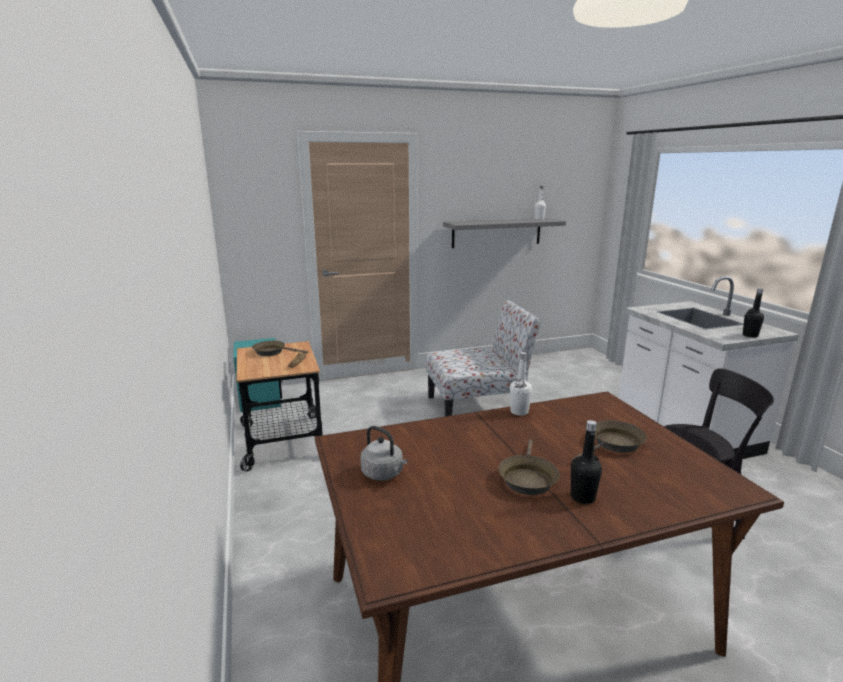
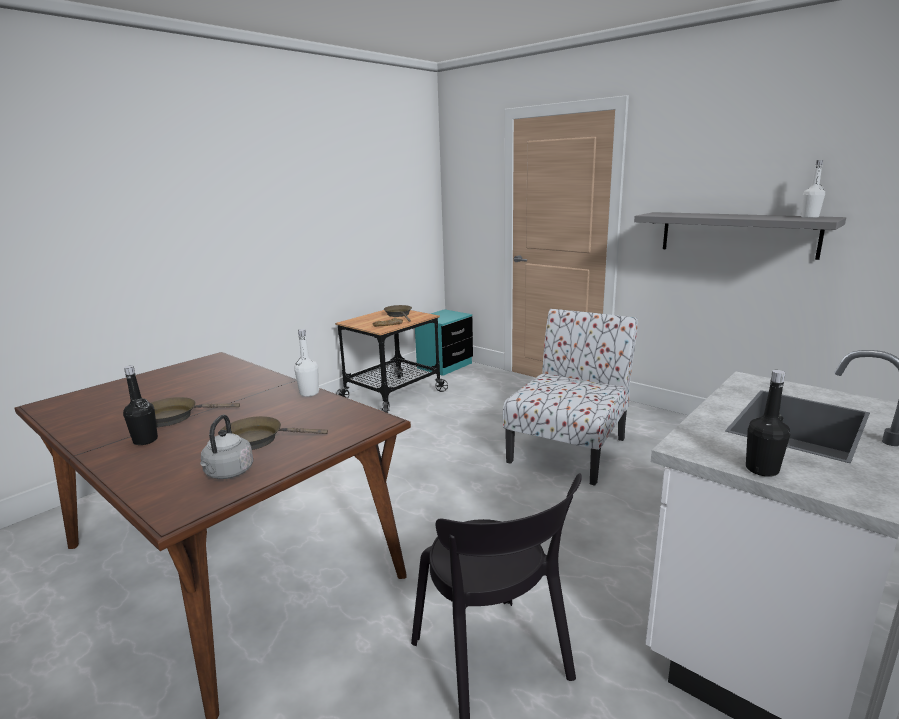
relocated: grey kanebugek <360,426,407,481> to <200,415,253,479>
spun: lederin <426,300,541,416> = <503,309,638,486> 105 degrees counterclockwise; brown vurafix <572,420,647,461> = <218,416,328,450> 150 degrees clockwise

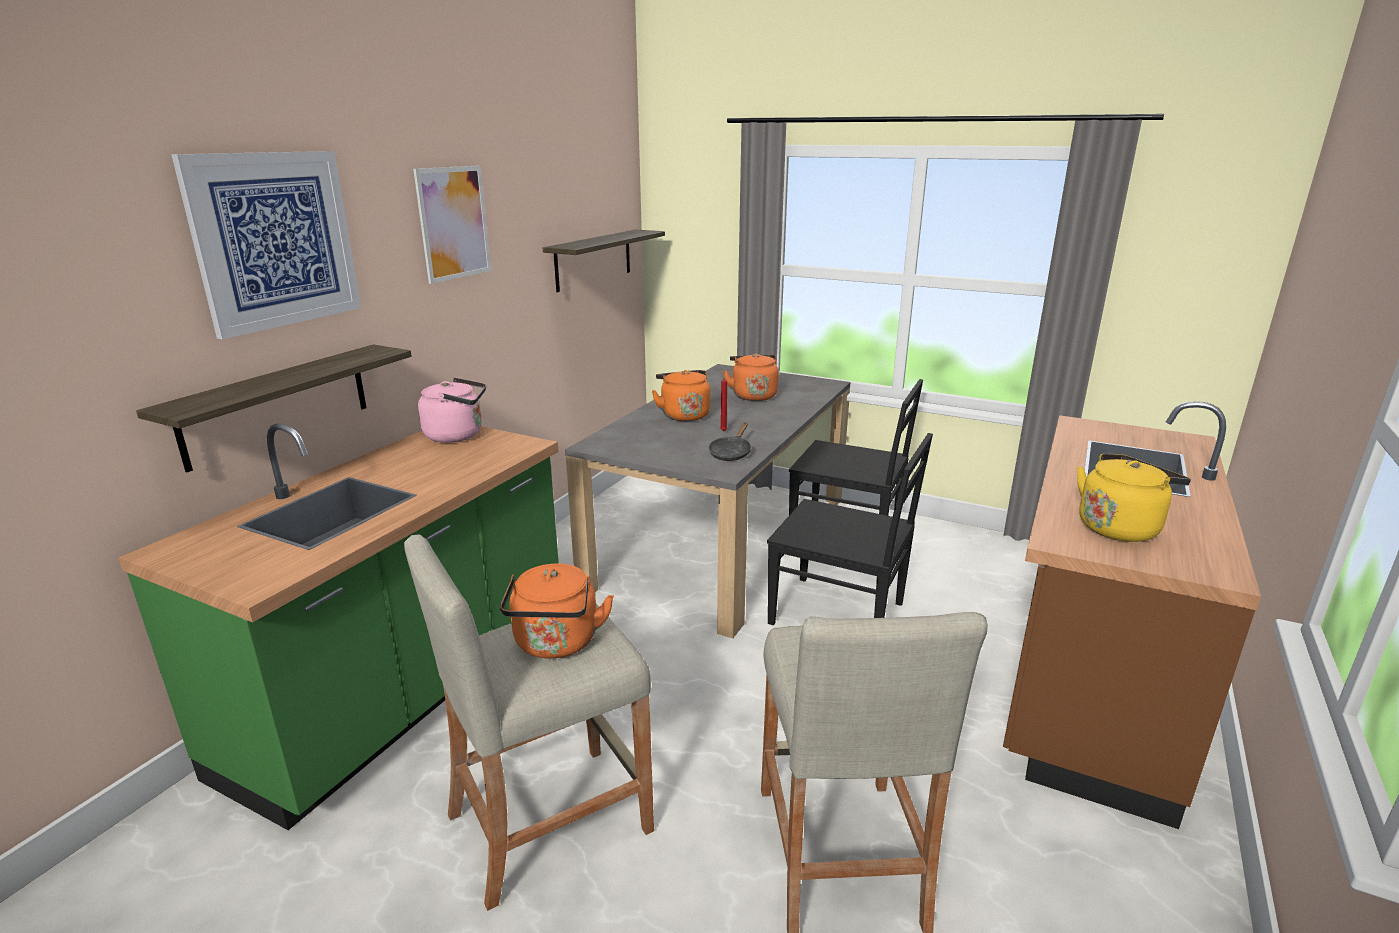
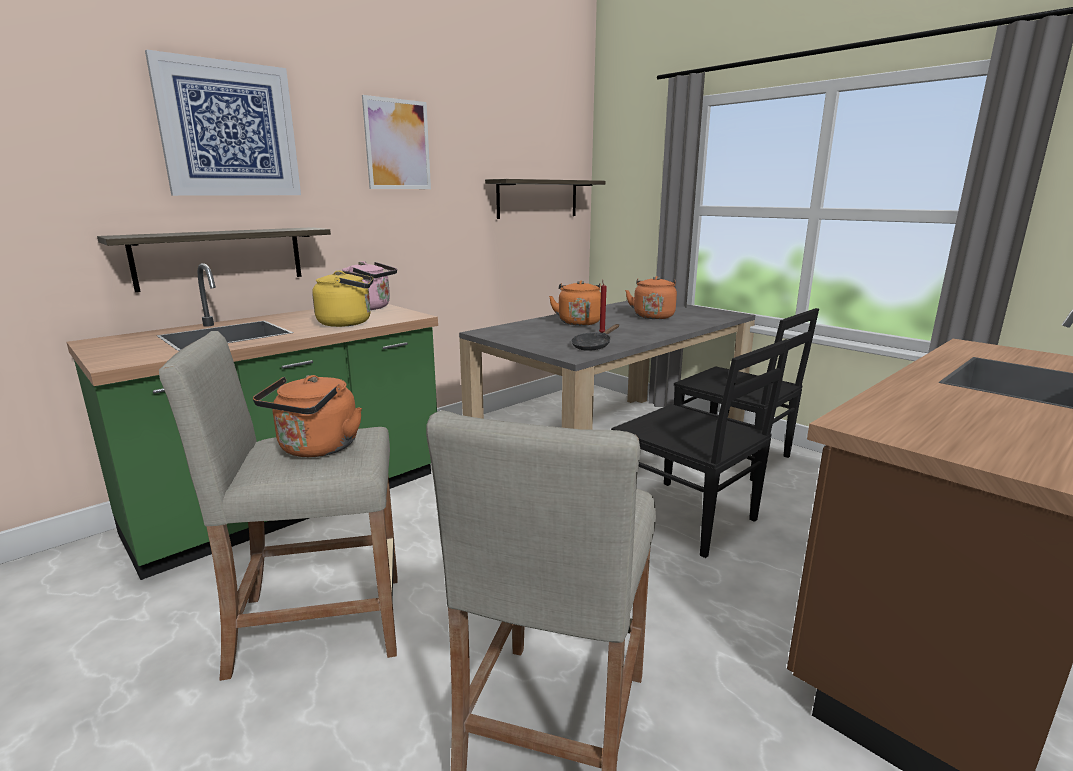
relocated: yellow kanebugek <1077,453,1191,542> to <312,271,374,327>

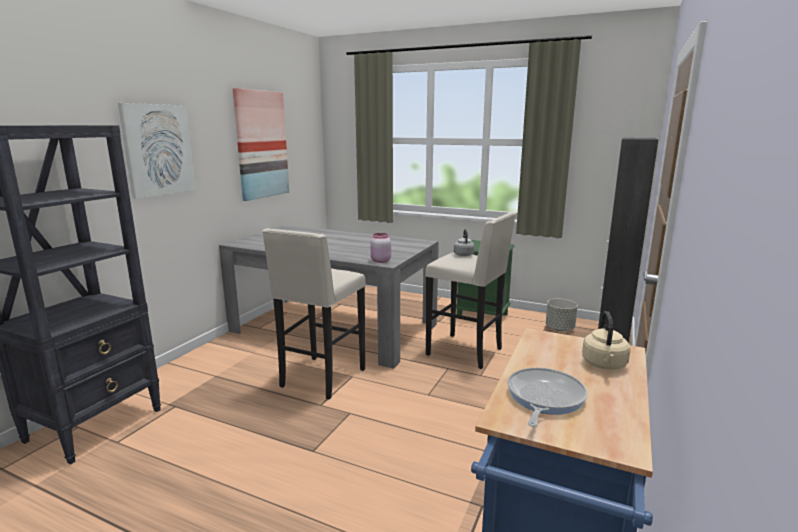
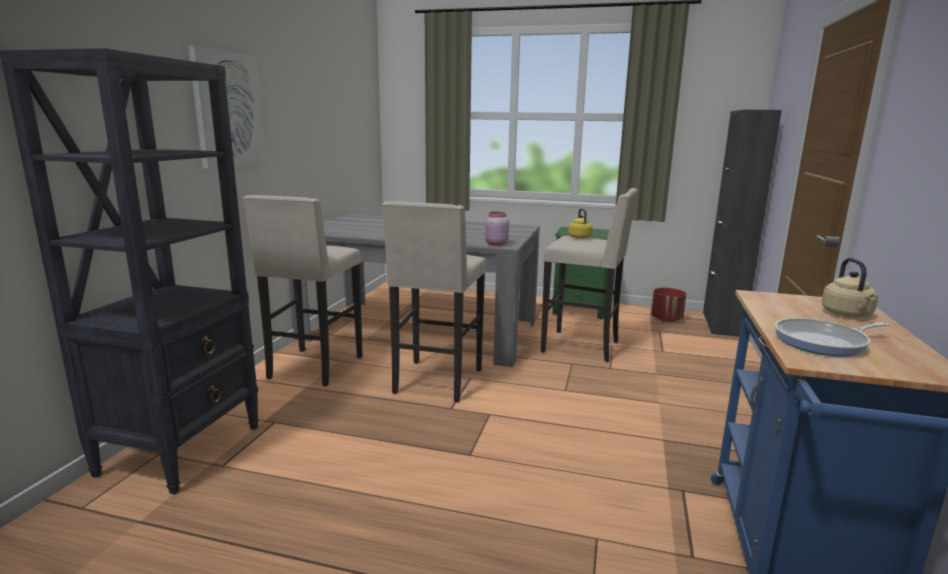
missing: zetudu <233,88,289,201>
appeared: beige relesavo <243,195,363,387>
colour: grey kanebugek <454,229,475,256> to yellow kanebugek <568,208,593,239>; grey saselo <546,299,578,331> to red saselo <651,288,686,322>
spun: vurafix <507,368,588,427> = <775,318,890,357> 120 degrees counterclockwise

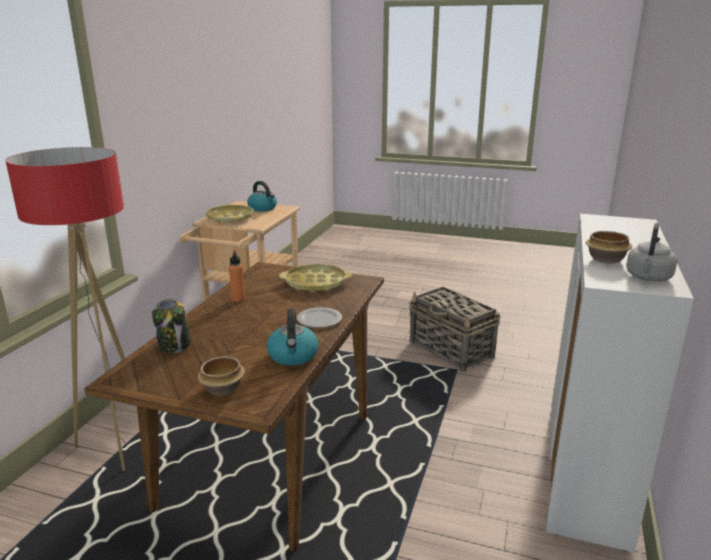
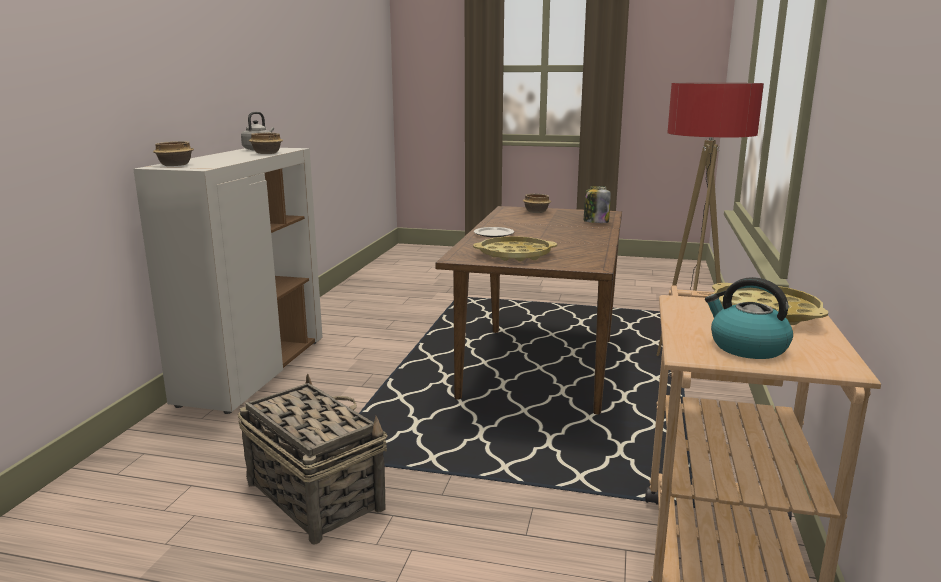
missing: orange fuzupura <229,251,245,302>; kanebugek <266,309,319,366>
appeared: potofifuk <153,141,194,166>

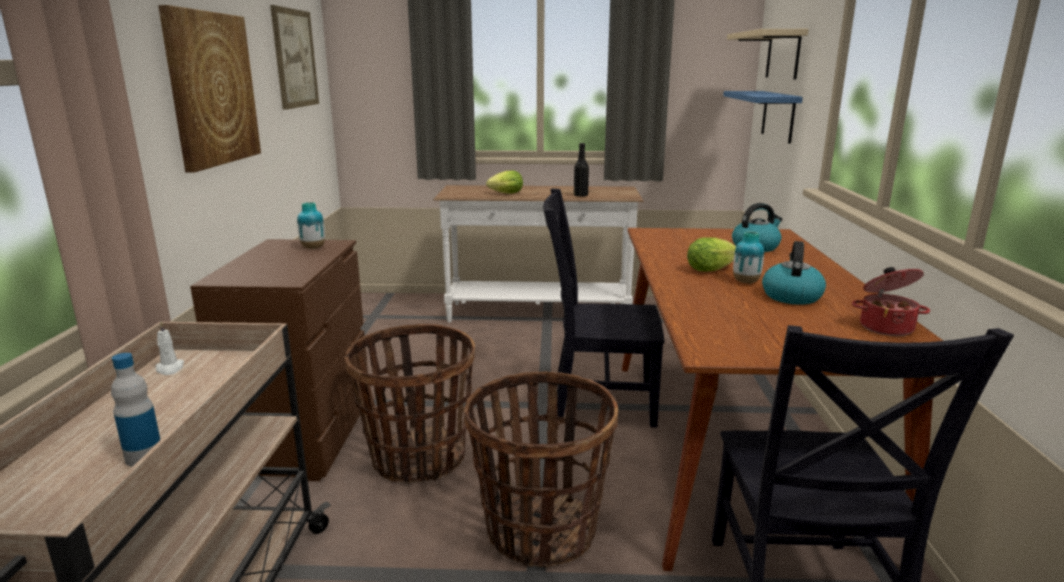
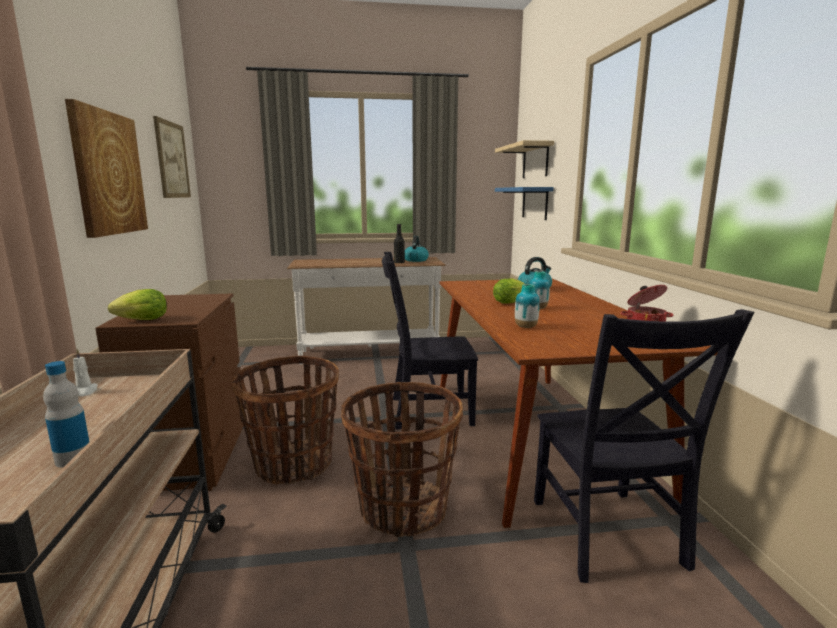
relocated: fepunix <297,202,325,249> to <515,284,540,328>; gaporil <486,170,523,194> to <108,289,167,320>; kanebugek <762,241,826,305> to <405,236,429,262>

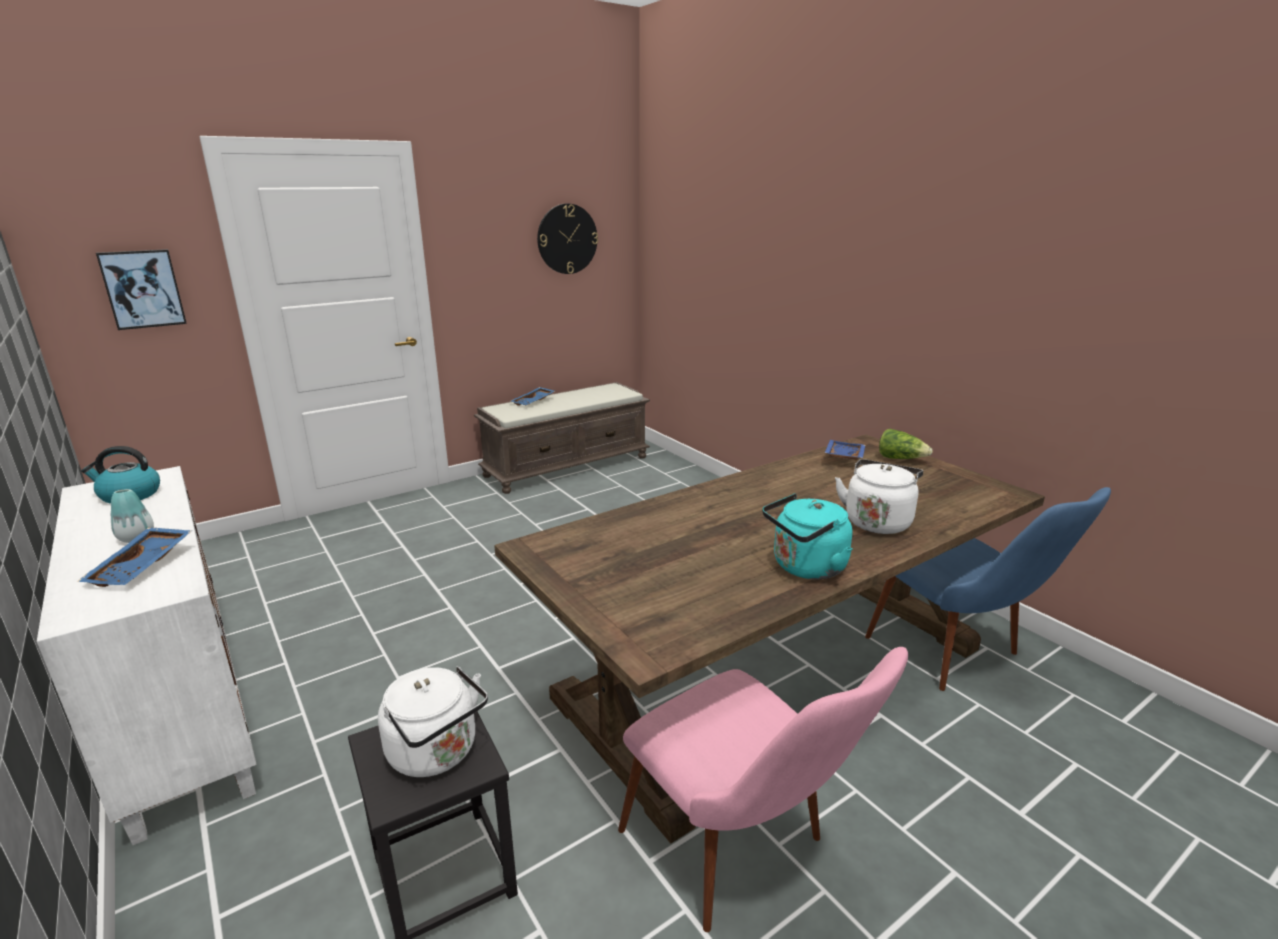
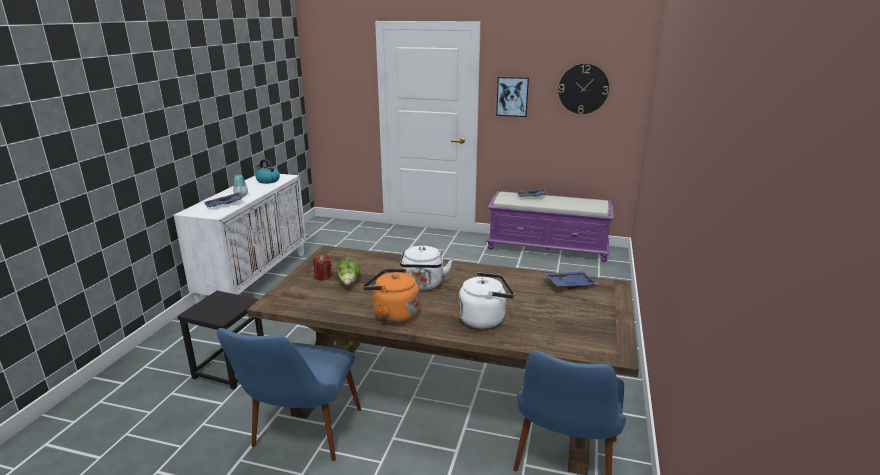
appeared: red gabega <313,255,331,280>
relocated: zetudu <96,249,187,330> to <496,77,529,117>; white kanebugek <378,666,488,777> to <400,246,453,290>; gaporil <879,429,933,459> to <337,257,360,285>
colour: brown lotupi <474,382,650,494> to purple lotupi <486,191,614,262>; pink lederin <618,647,908,932> to blue lederin <217,328,361,461>; turquoise kanebugek <762,493,853,579> to orange kanebugek <363,269,420,323>

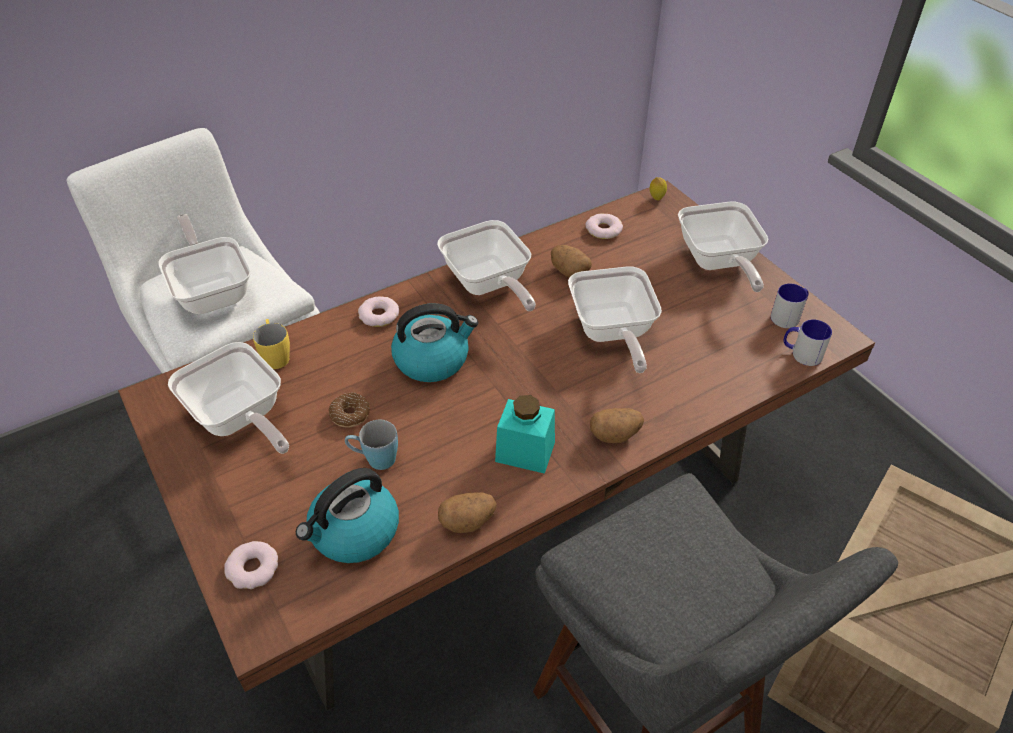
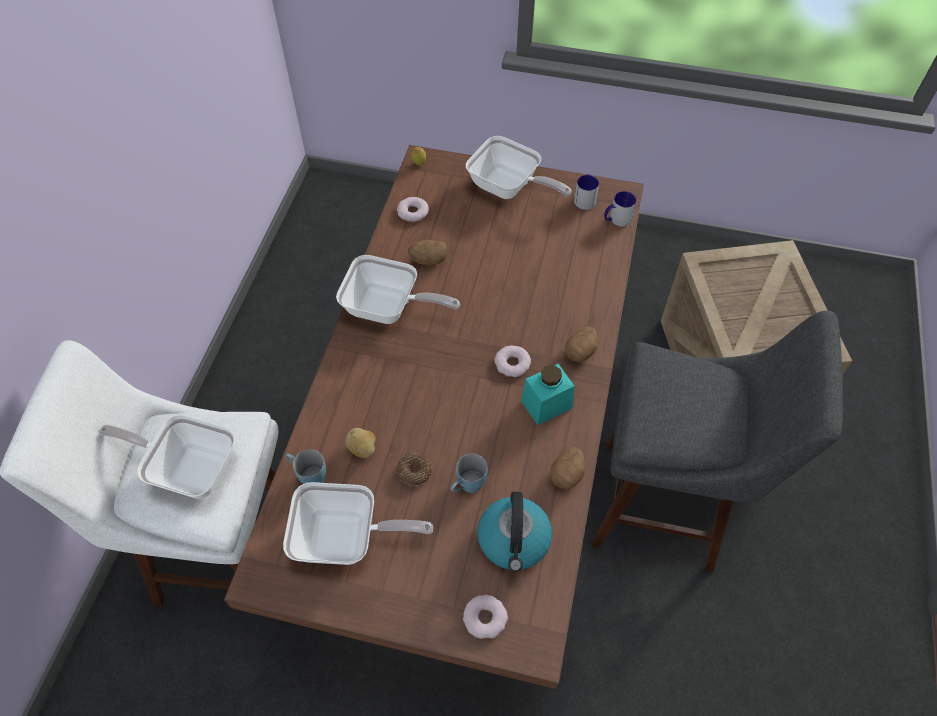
missing: kanebugek <391,303,478,382>; vurafix <568,266,662,373>
appeared: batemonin <346,428,376,458>
relocated: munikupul <358,296,399,327> to <495,346,531,377>
colour: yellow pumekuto <253,319,290,369> to blue pumekuto <285,449,326,484>

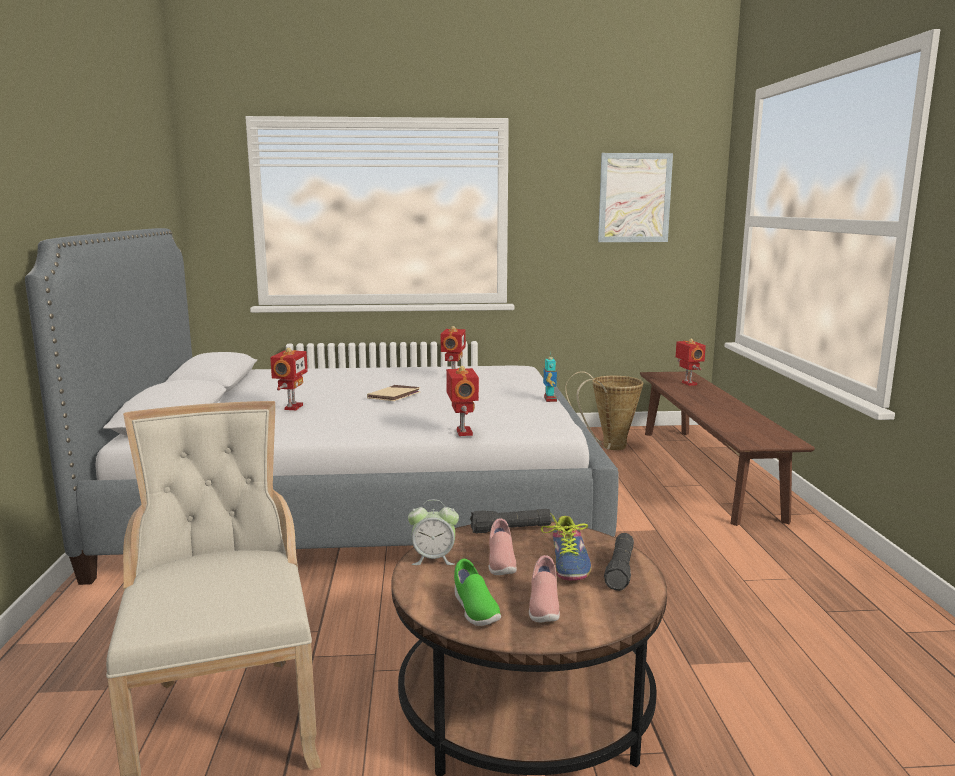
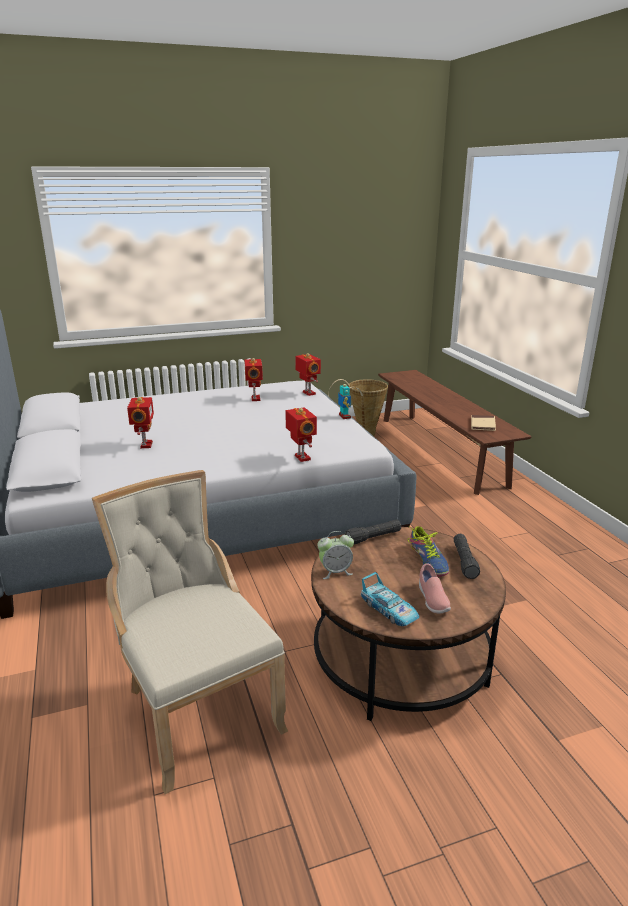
missing: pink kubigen <489,518,517,575>; zetudu <598,153,673,242>
relocated: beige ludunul <367,385,421,401> to <471,415,496,431>; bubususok <676,339,706,386> to <295,353,321,396>
exchanged: green kubigen <454,559,501,626> to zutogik <361,572,420,626>

